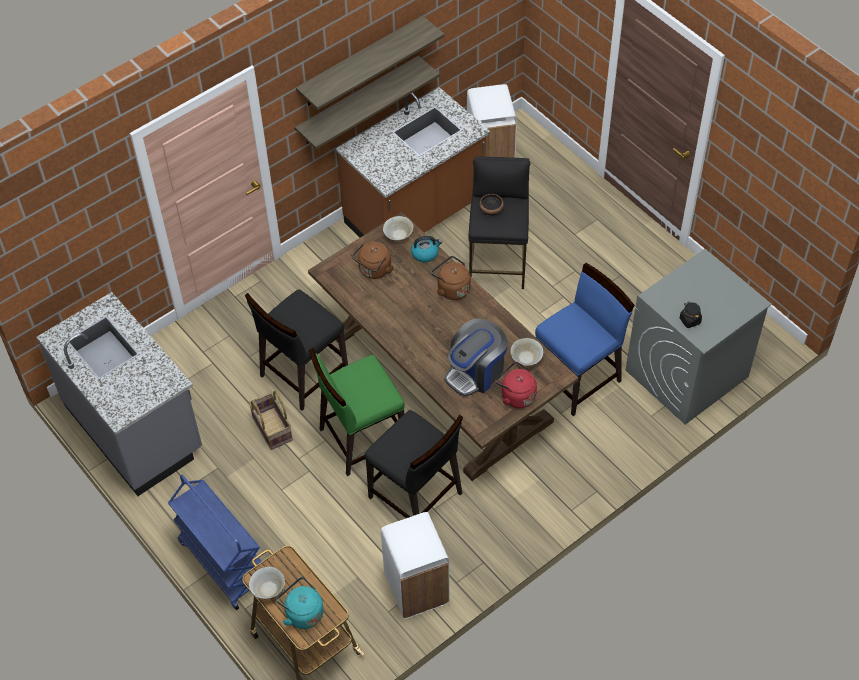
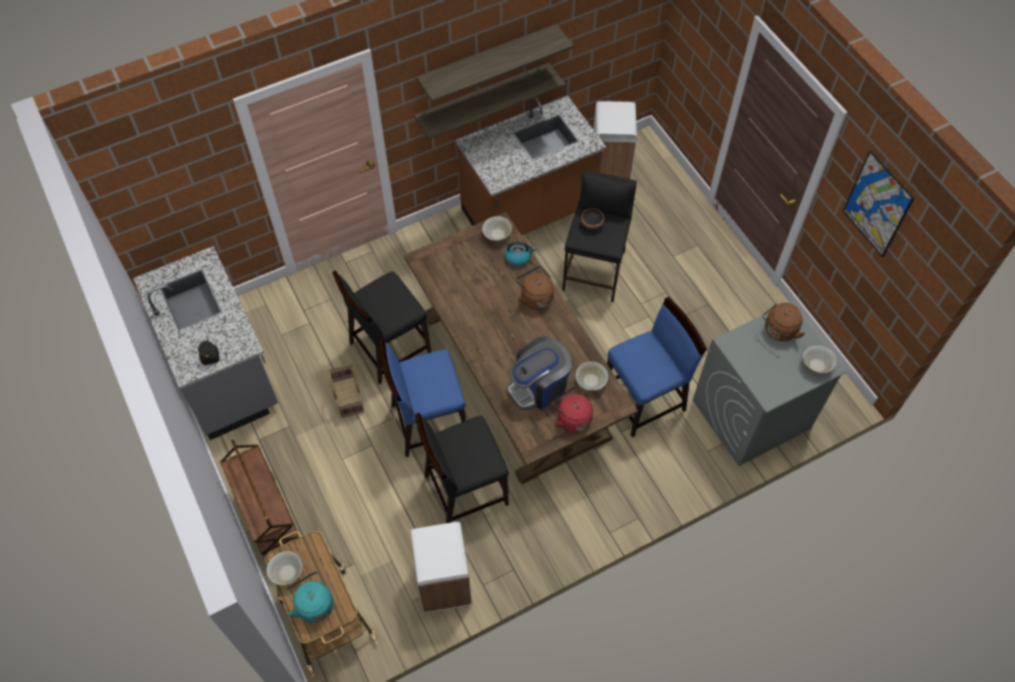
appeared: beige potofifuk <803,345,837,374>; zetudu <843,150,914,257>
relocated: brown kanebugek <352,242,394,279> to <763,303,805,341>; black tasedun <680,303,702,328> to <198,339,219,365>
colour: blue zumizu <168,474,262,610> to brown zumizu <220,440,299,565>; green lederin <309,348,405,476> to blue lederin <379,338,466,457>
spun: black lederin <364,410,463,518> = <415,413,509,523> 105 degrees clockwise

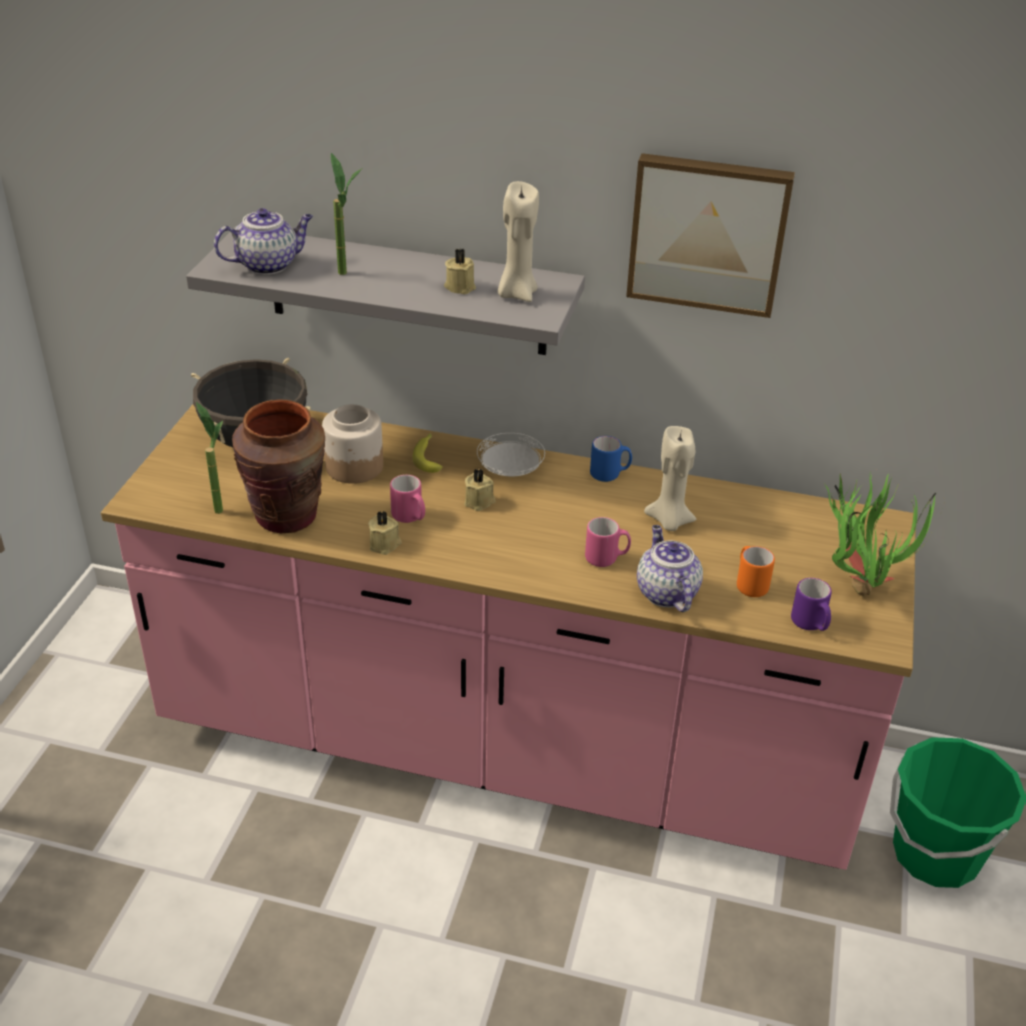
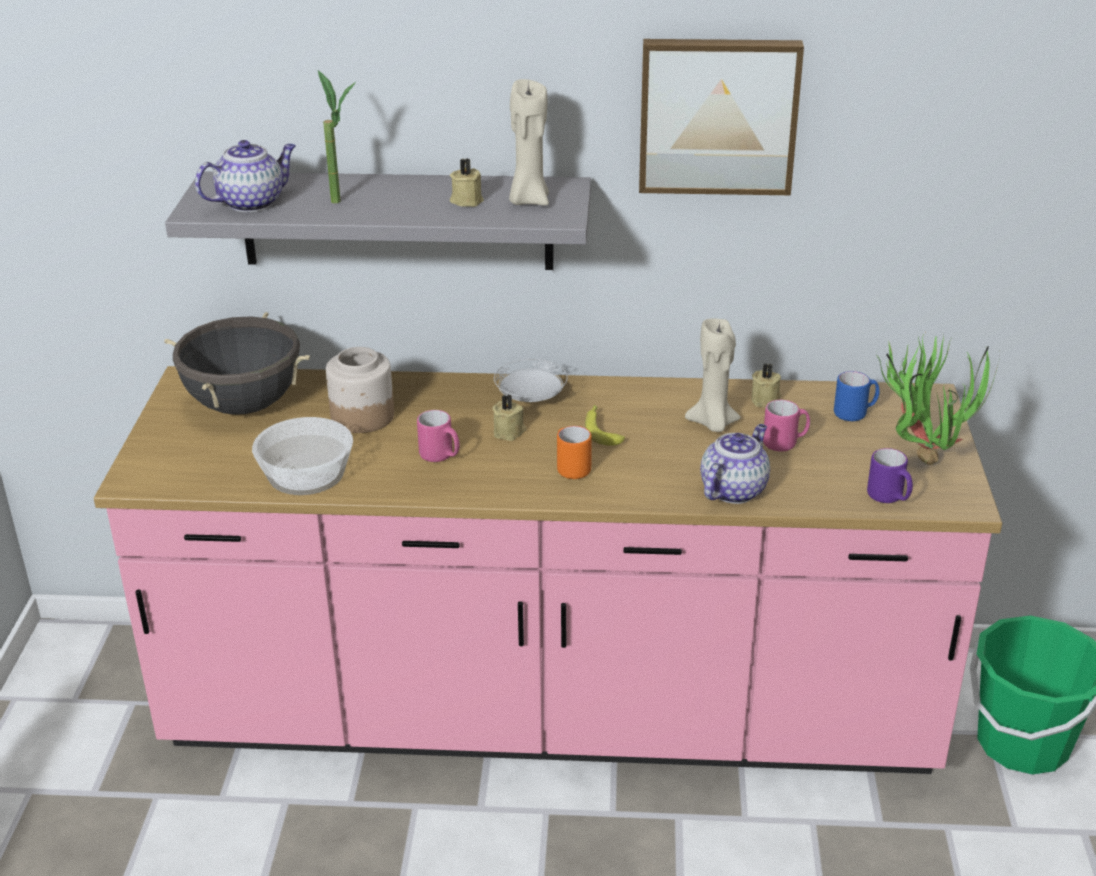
missing: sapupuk <196,402,223,514>
relocated: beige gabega <368,511,402,555> to <752,363,781,407>; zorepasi <413,434,443,473> to <585,405,625,446>; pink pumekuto <585,517,631,567> to <763,400,810,452>; blue pumekuto <590,436,632,482> to <834,371,880,421>; orange pumekuto <737,546,775,597> to <557,426,592,479>
exchanged: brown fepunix <232,400,325,533> to potofifuk <252,417,353,495>
spun: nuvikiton <637,525,703,612> = <700,424,770,504> 60 degrees clockwise

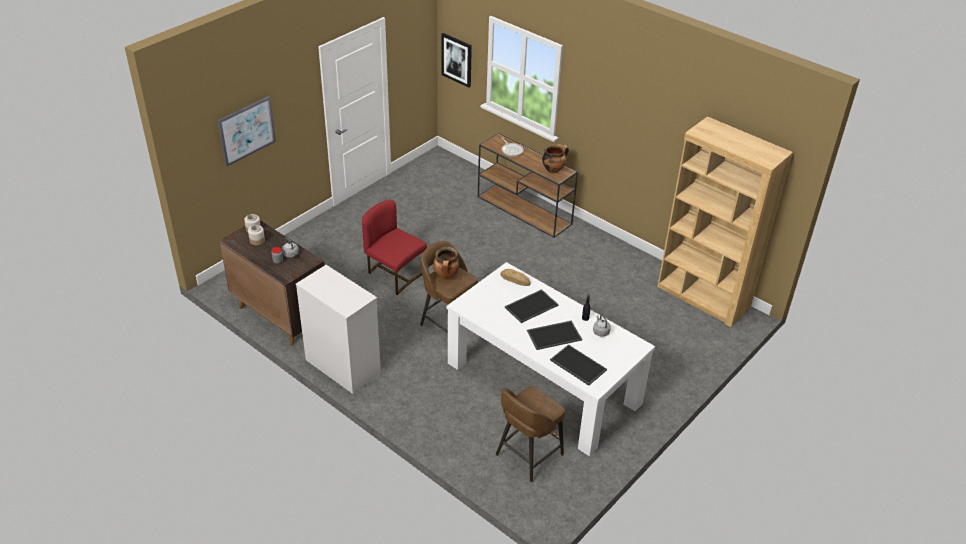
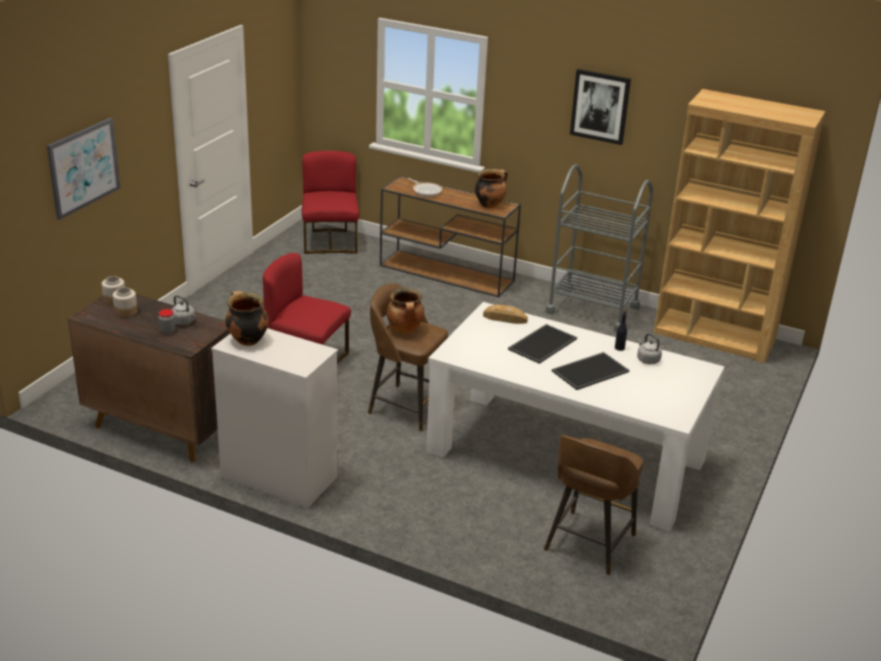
missing: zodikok <550,344,607,386>
appeared: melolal <225,291,269,346>; red lederin <302,151,359,254>; grey zumizu <545,164,653,332>
relocated: zetudu <442,33,472,87> to <570,69,631,145>

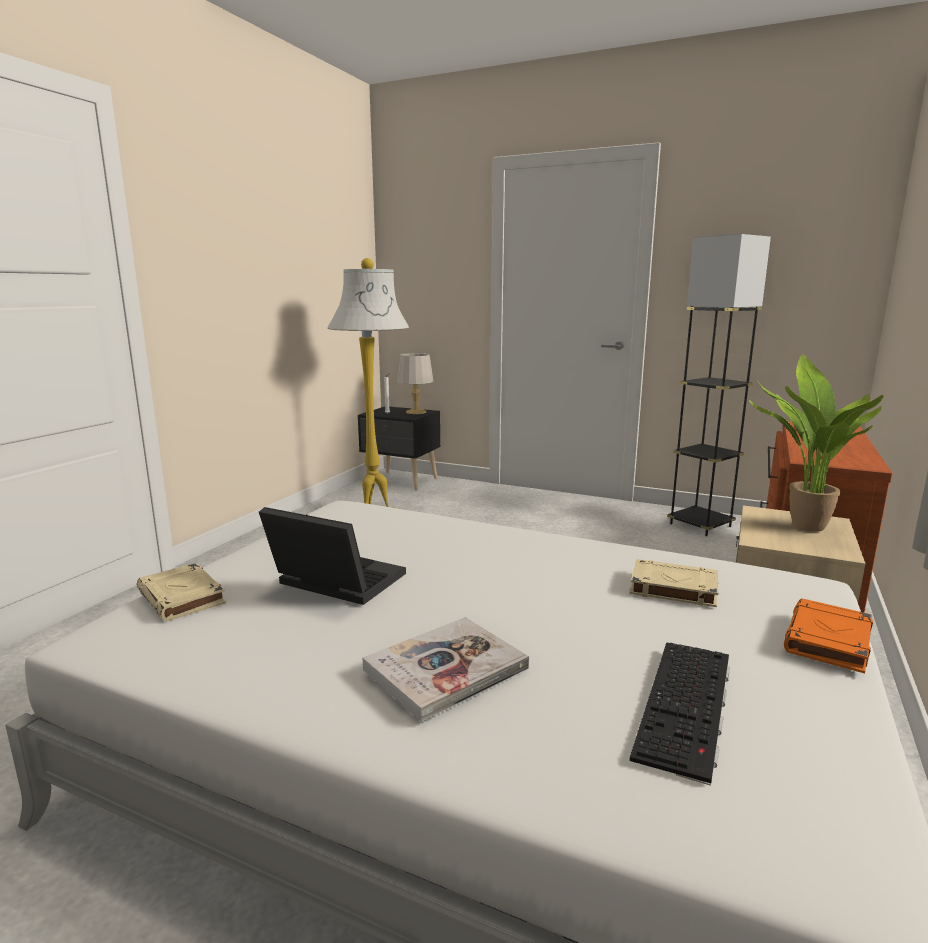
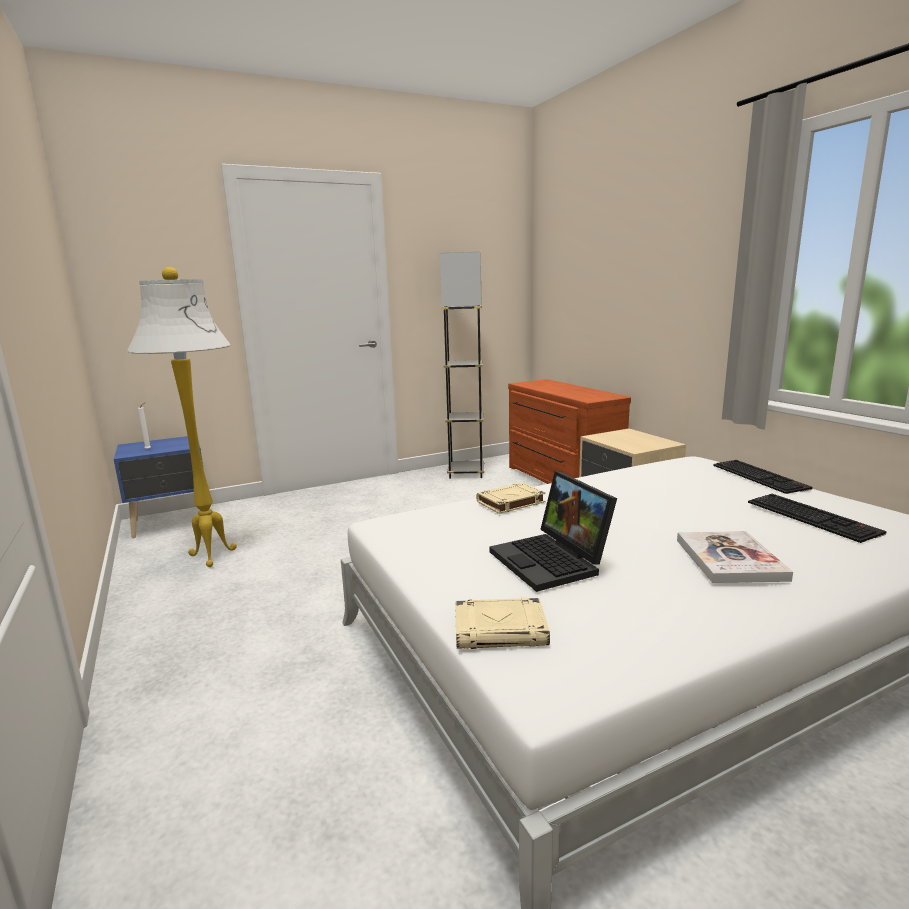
missing: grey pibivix <397,353,433,414>; sapupuk <749,354,883,532>
relocated: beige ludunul <630,559,718,607> to <476,482,546,514>
exchanged: orange ludunul <784,599,873,674> to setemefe <713,460,813,494>
colour: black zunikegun <358,407,440,490> to blue zunikegun <114,436,204,538>
spun: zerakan <259,507,406,605> = <489,471,617,592> 90 degrees counterclockwise

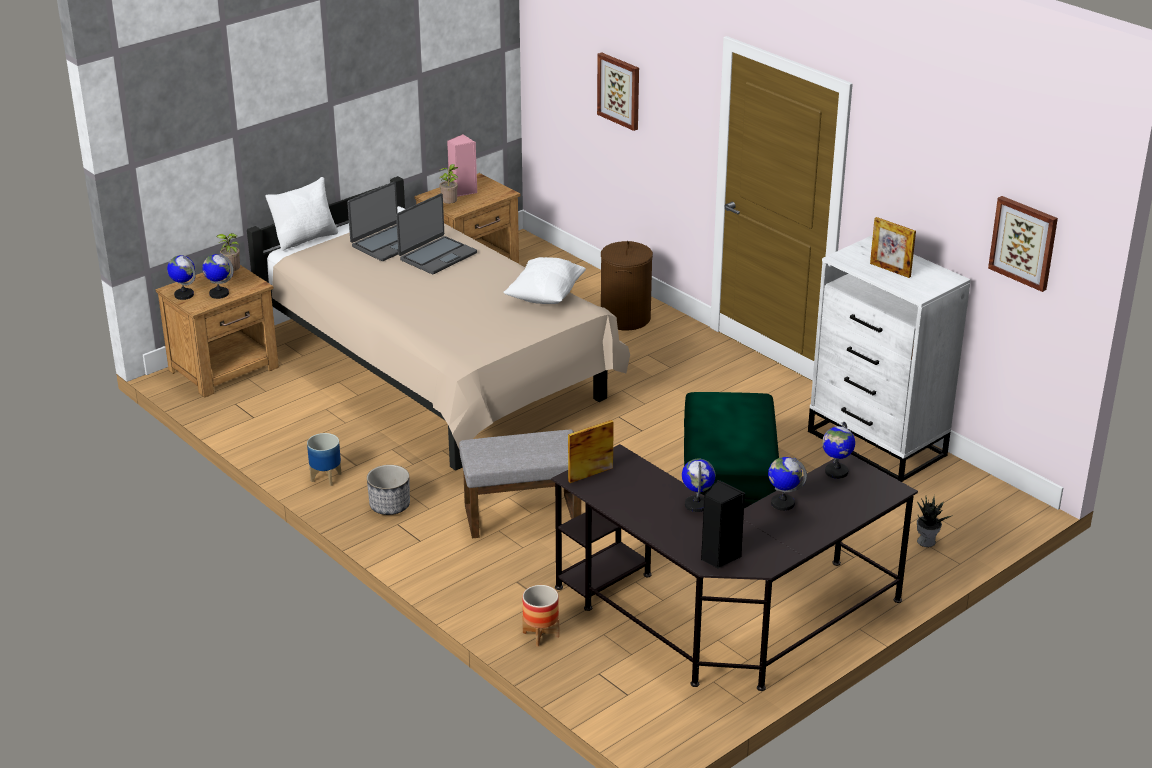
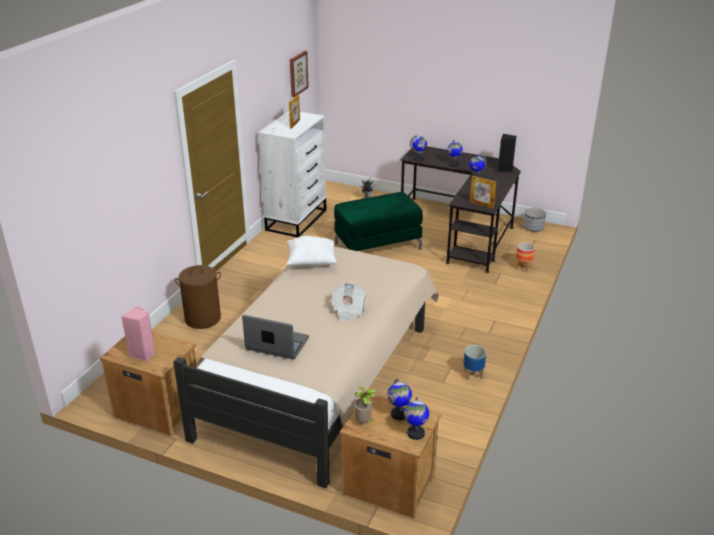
missing: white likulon <266,177,338,251>; zerakan <396,193,477,274>; sapupuk <439,164,458,204>; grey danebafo <459,430,581,539>; zetudu <597,52,639,131>
appeared: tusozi <331,283,367,322>
relocated: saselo <367,465,410,515> to <523,208,546,232>

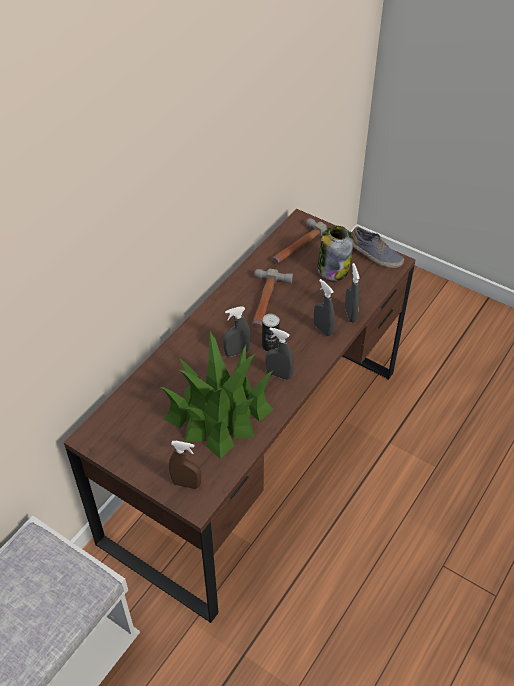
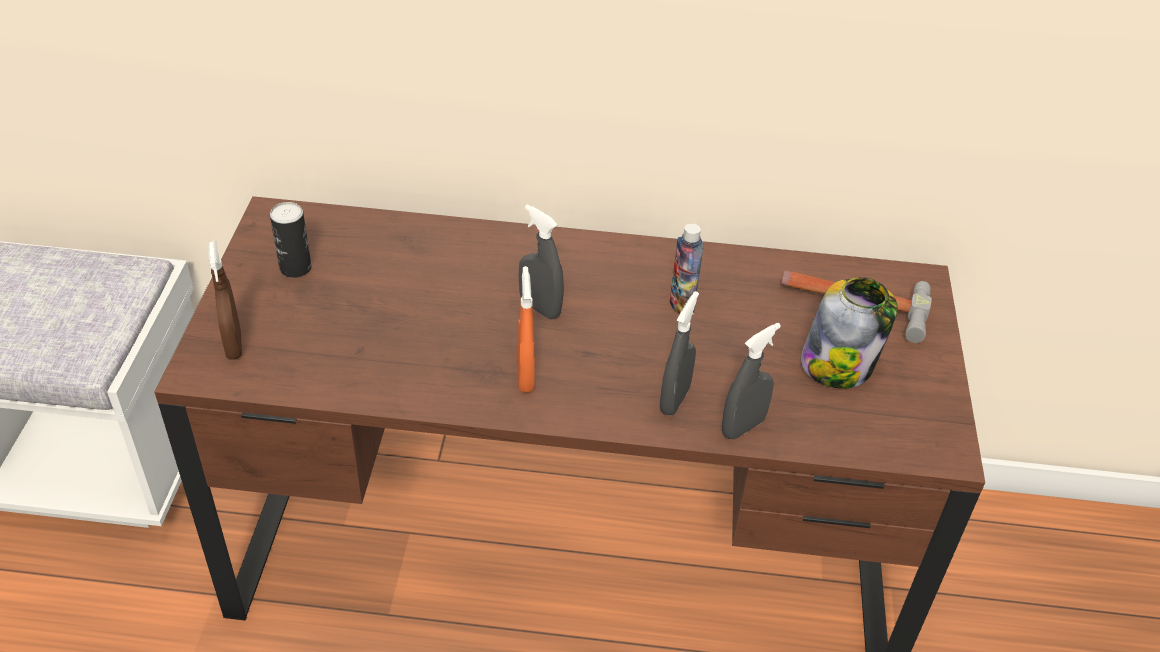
missing: sapupuk <160,331,274,459>; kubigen <351,226,404,268>
relocated: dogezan <262,314,280,351> to <270,202,311,278>
exchanged: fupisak <252,269,293,327> to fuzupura <670,223,703,314>
colour: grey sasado <266,327,294,380> to orange sasado <517,266,535,393>

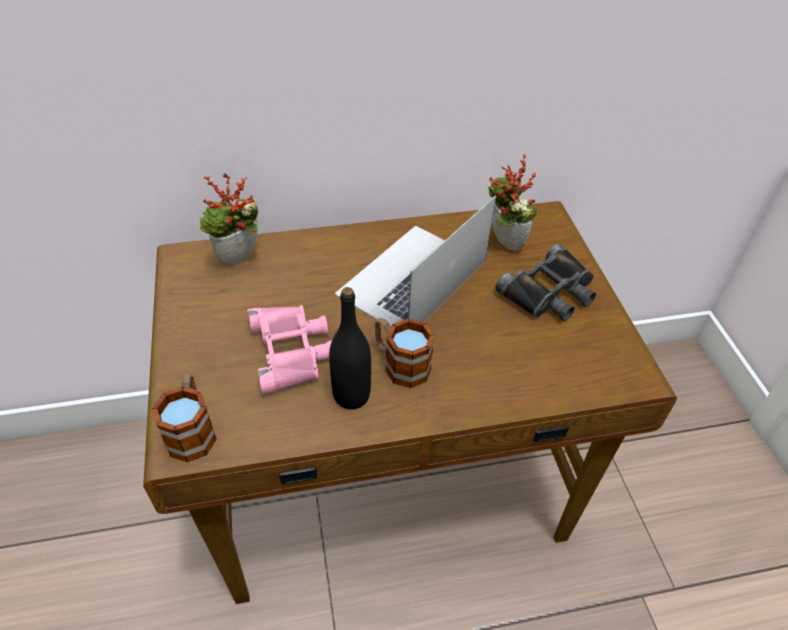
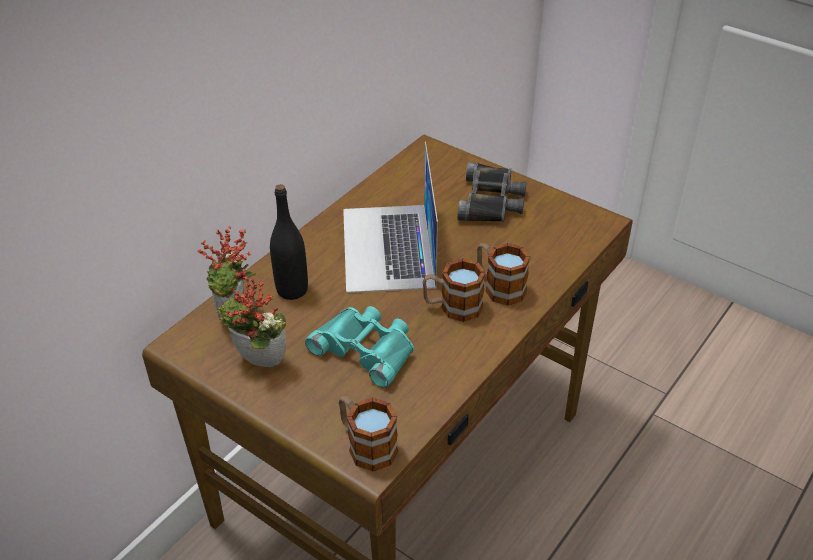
appeared: pumekuto <477,243,530,306>
relocated: black fuzupura <329,287,371,409> to <270,184,308,300>; sapupuk <488,154,537,251> to <217,269,286,367>
colour: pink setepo <247,305,332,394> to turquoise setepo <305,306,414,388>

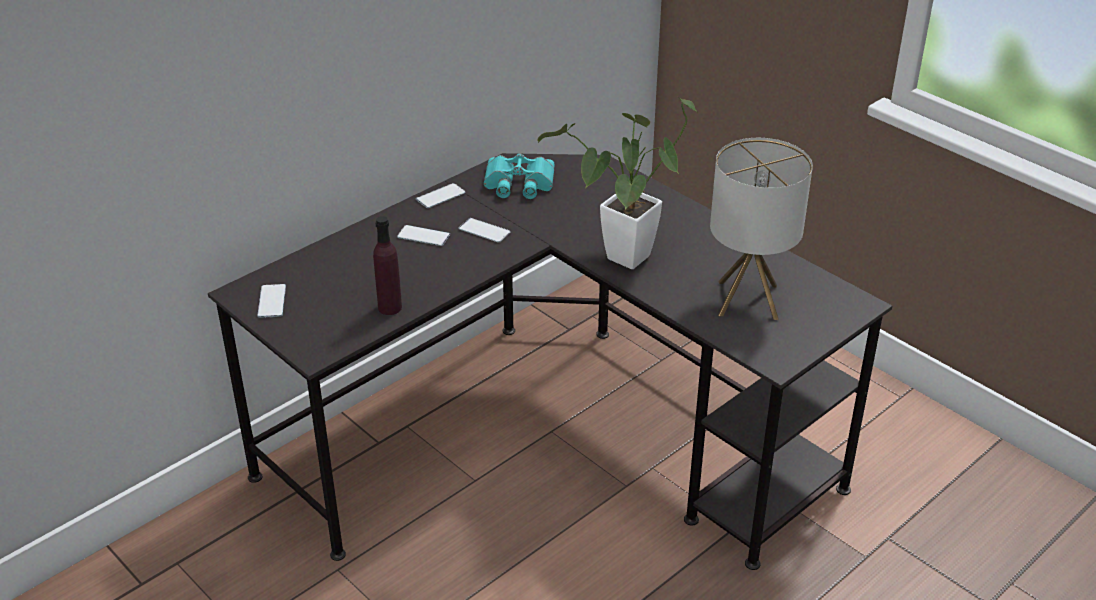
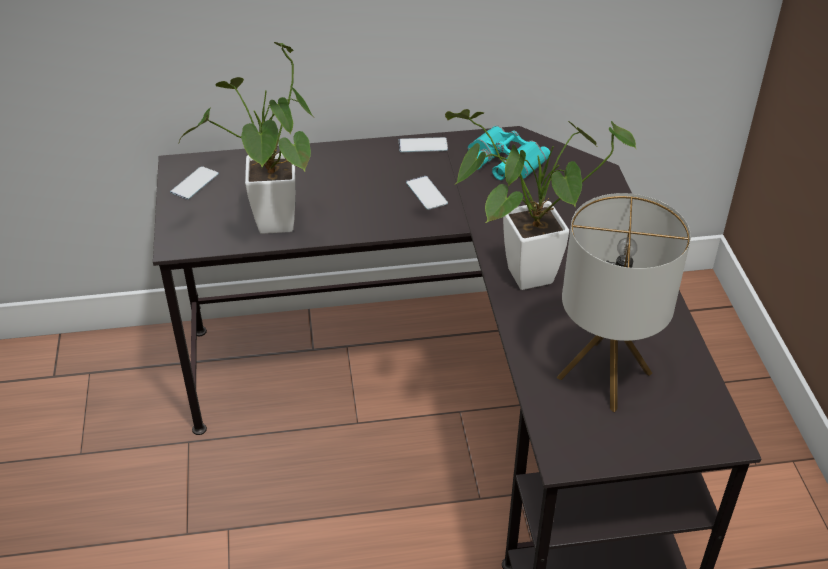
missing: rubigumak <397,225,450,246>
exchanged: purple fuzupura <373,216,402,315> to sapupuk <178,42,314,234>

